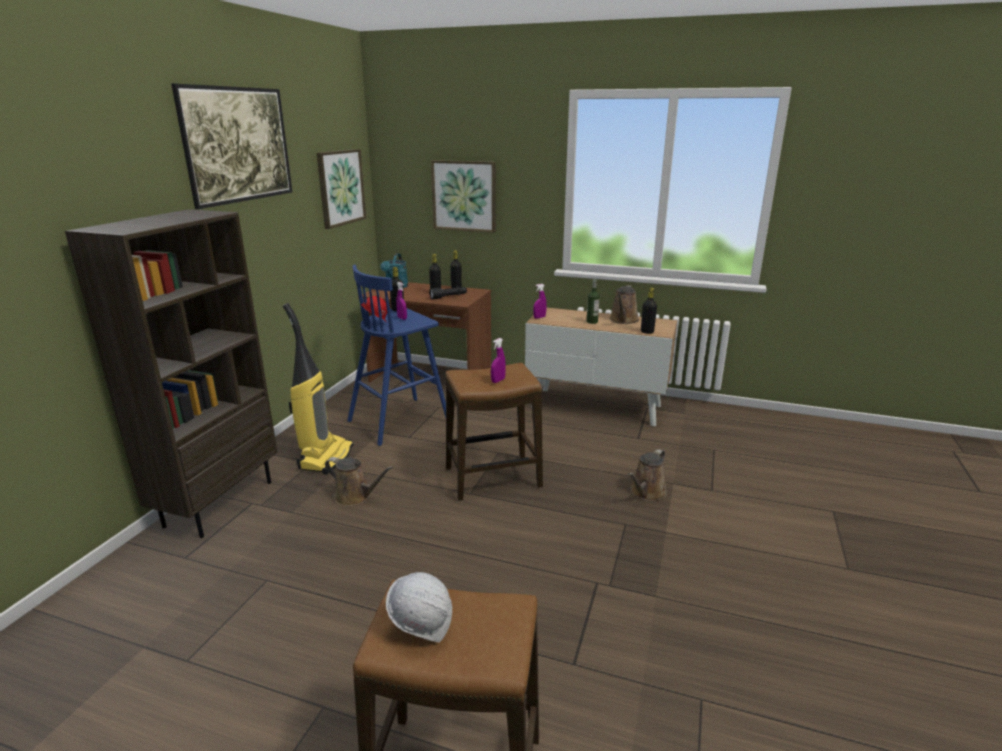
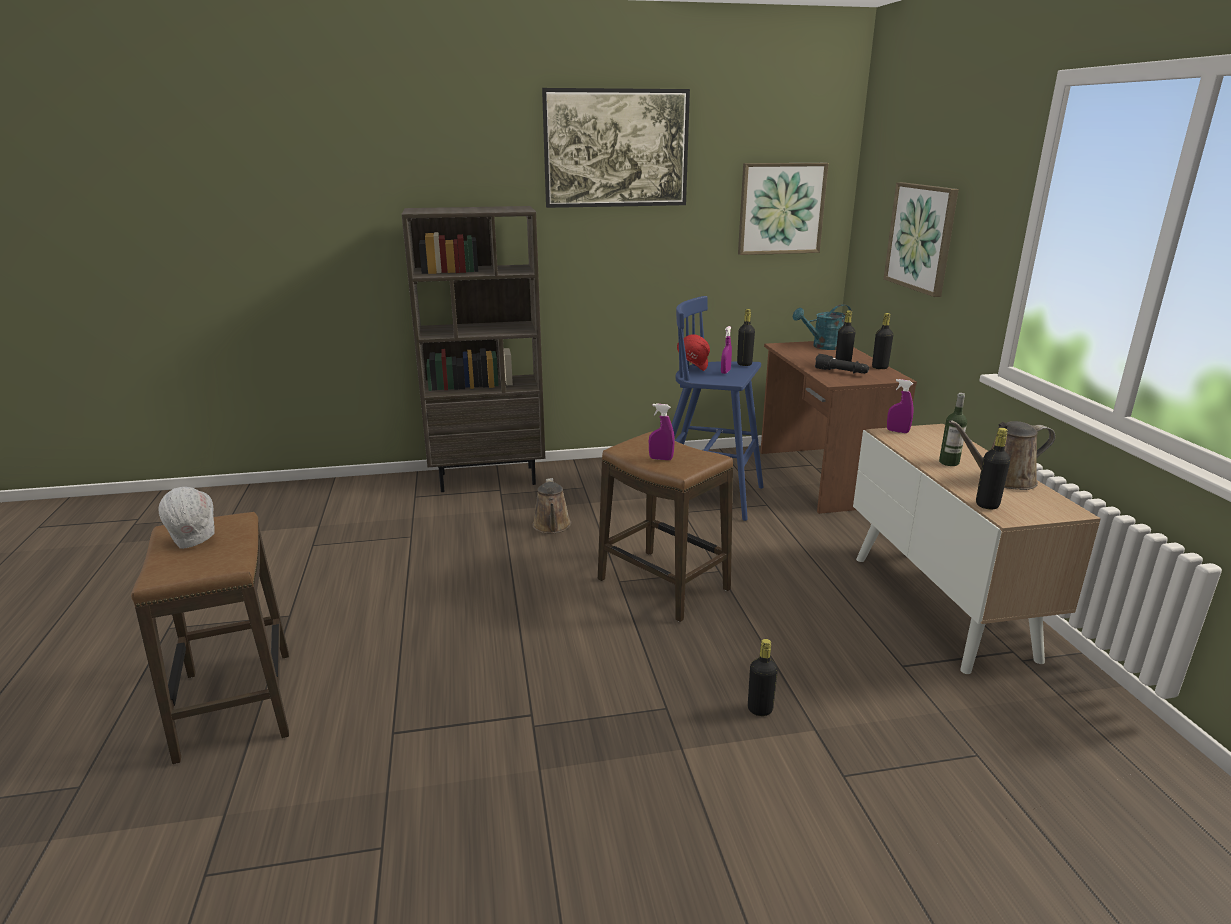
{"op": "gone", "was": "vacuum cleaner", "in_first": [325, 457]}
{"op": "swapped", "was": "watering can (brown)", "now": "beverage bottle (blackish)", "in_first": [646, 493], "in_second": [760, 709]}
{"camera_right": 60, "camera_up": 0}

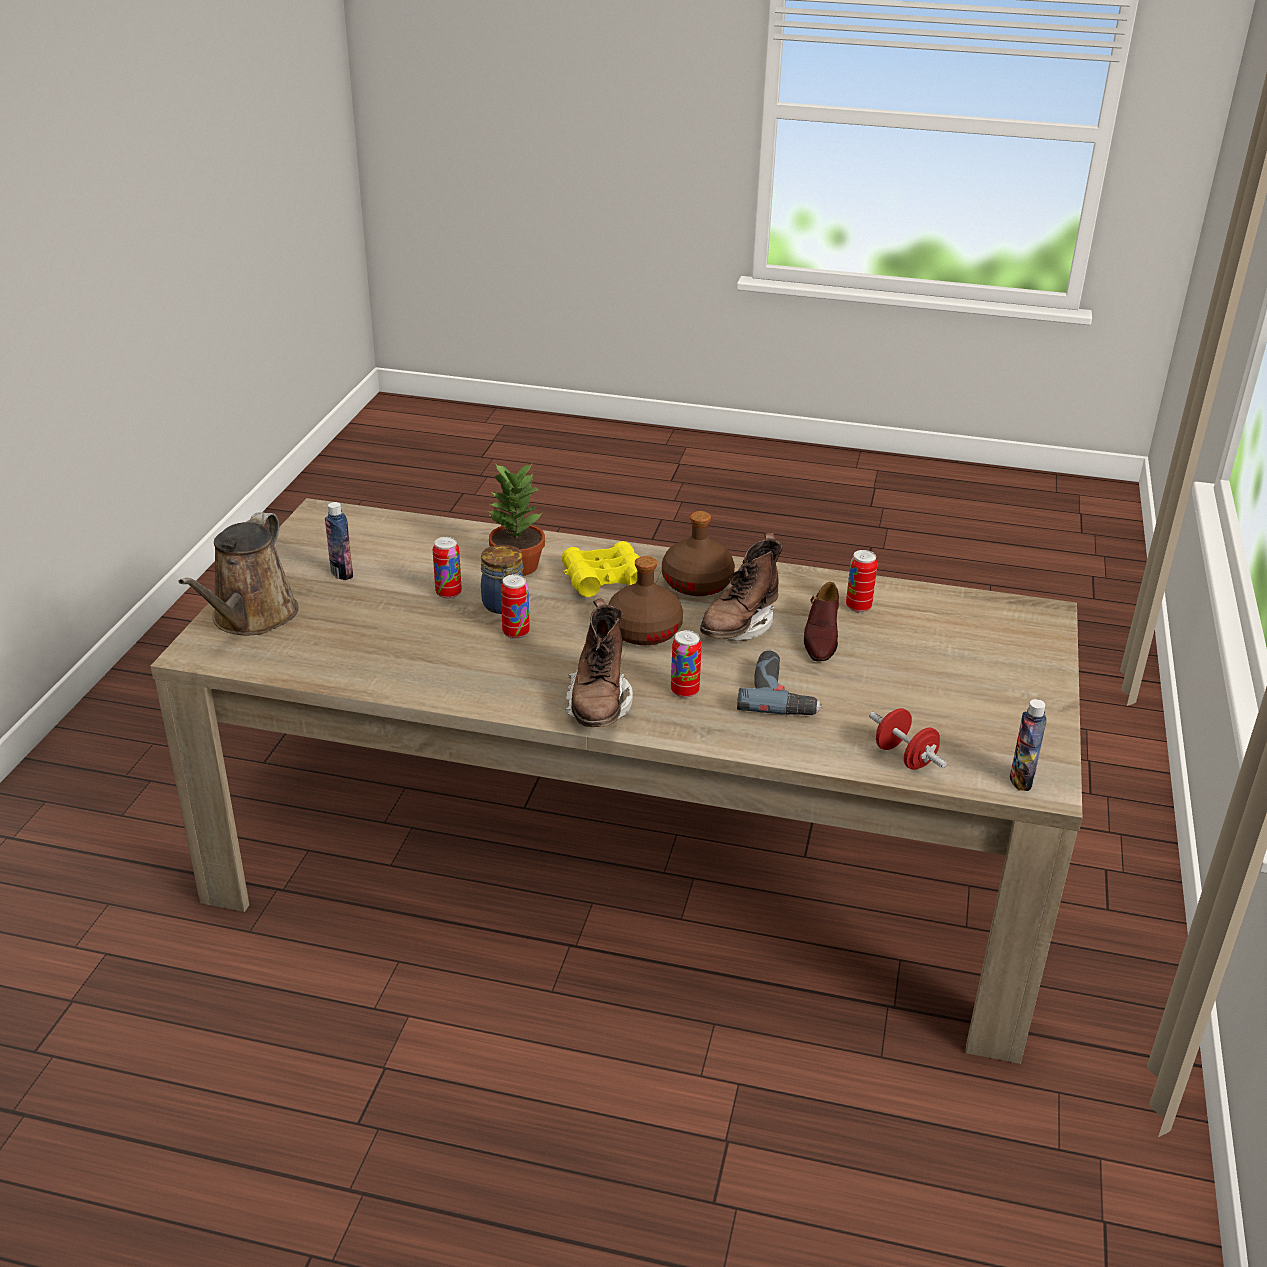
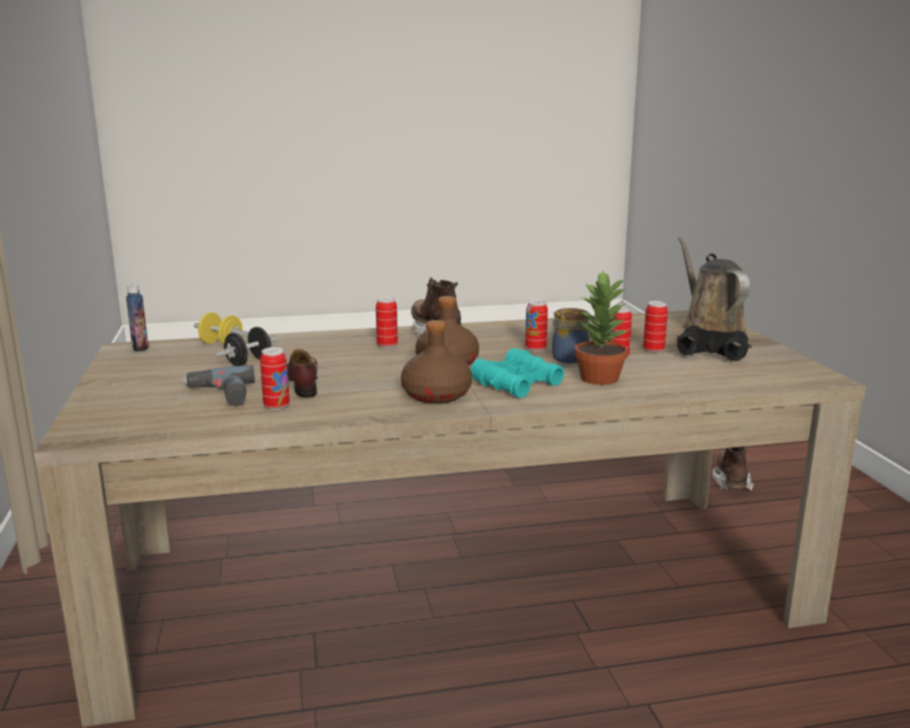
{"op": "swapped", "was": "beverage bottle", "now": "pair of binoculars (blackish)", "in_first": [341, 573], "in_second": [712, 353]}
{"op": "shifted", "was": "high-top boot (brown)", "in_first": [739, 626], "in_second": [731, 481]}
{"op": "repainted", "was": "pair of binoculars (yellowish)", "now": "pair of binoculars (turquoise)", "in_first": [605, 579], "in_second": [517, 384]}
{"op": "shifted", "was": "power drill", "in_first": [781, 694], "in_second": [220, 395]}
{"op": "repainted", "was": "dumbbell (red-coloured)", "now": "dumbbell (yellowish)", "in_first": [904, 757], "in_second": [221, 345]}
{"op": "new", "now": "can", "in_second": [653, 350]}
{"op": "new", "now": "dumbbell (blackish)", "in_second": [249, 362]}
{"camera_right": 155, "camera_up": -15}

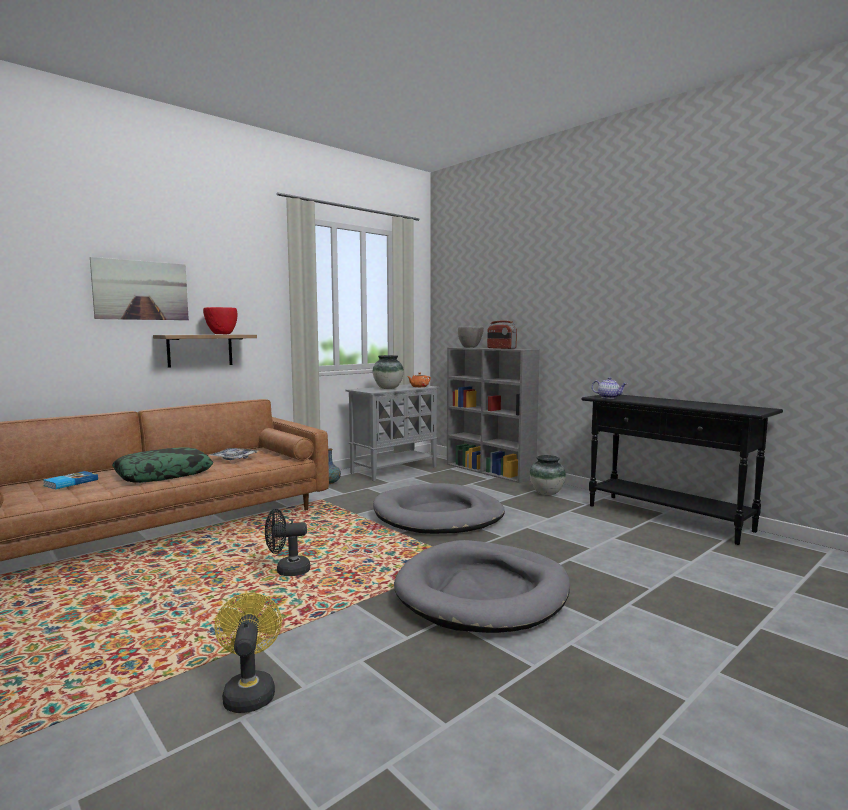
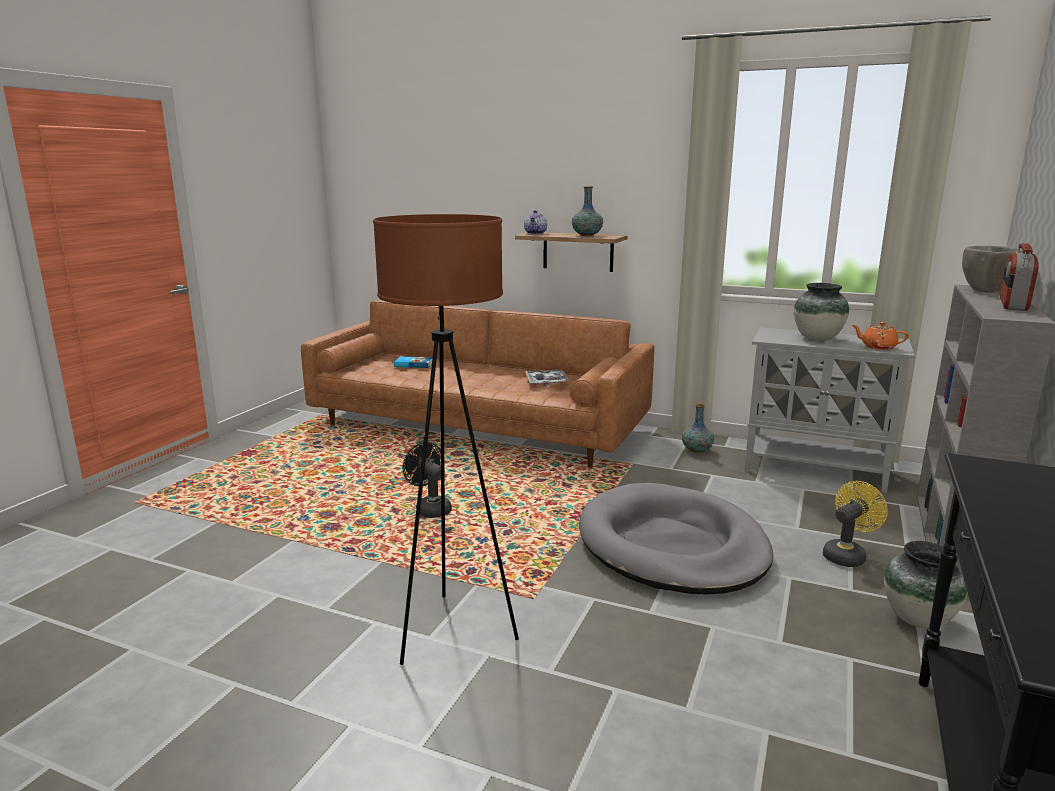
{"op": "gone", "was": "wall art", "in_first": [141, 290]}
{"op": "swapped", "was": "serving bowl (red-coloured)", "now": "vase", "in_first": [221, 334], "in_second": [586, 235]}
{"op": "shifted", "was": "teapot", "in_first": [608, 397], "in_second": [535, 233]}
{"op": "gone", "was": "cushion", "in_first": [164, 474]}
{"op": "swapped", "was": "pet bed (grey)", "now": "floor lamp (brown)", "in_first": [483, 592], "in_second": [453, 632]}
{"op": "shifted", "was": "electric fan (yellowish)", "in_first": [249, 691], "in_second": [847, 555]}
{"camera_right": 65, "camera_up": 10}

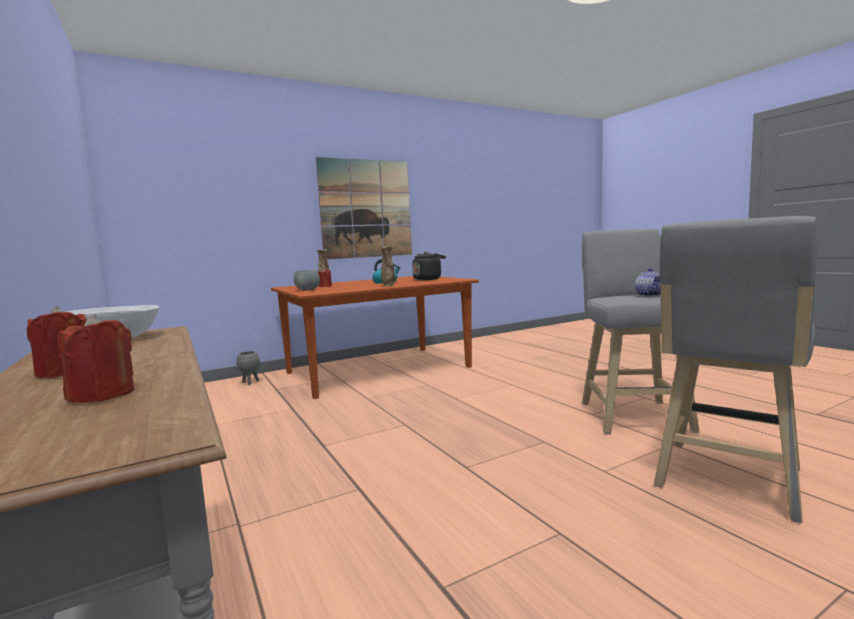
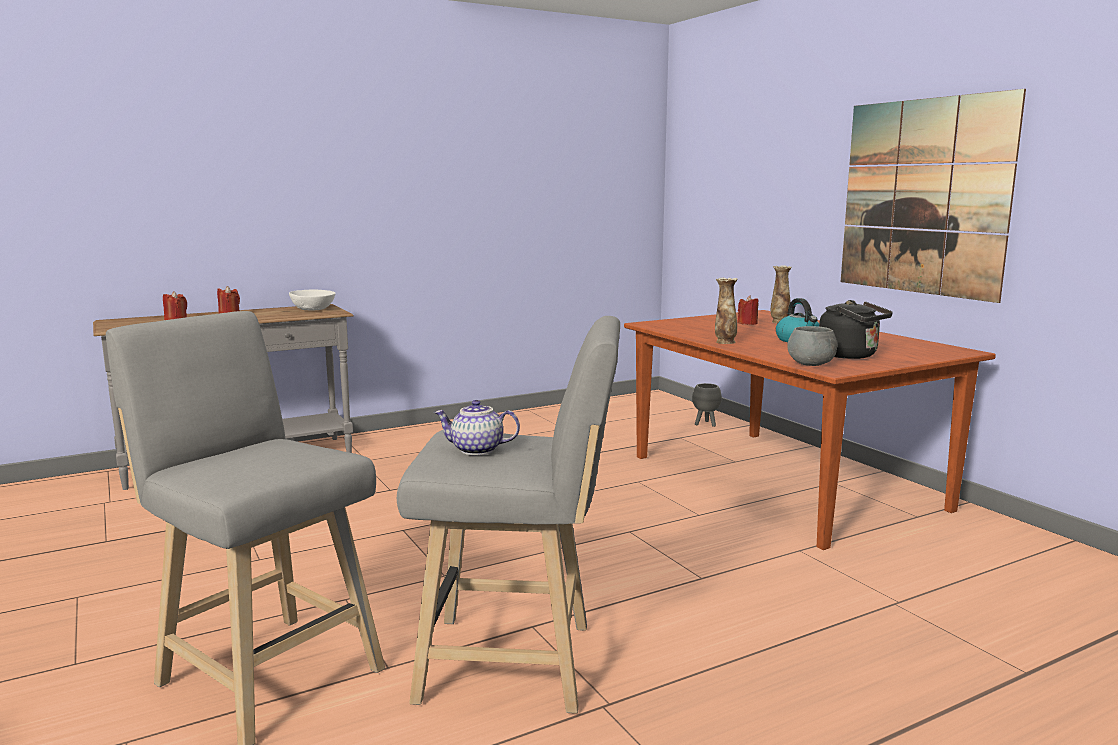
{"op": "shifted", "was": "serving bowl (grey)", "in_first": [308, 290], "in_second": [811, 364]}
{"camera_right": 90, "camera_up": 5}

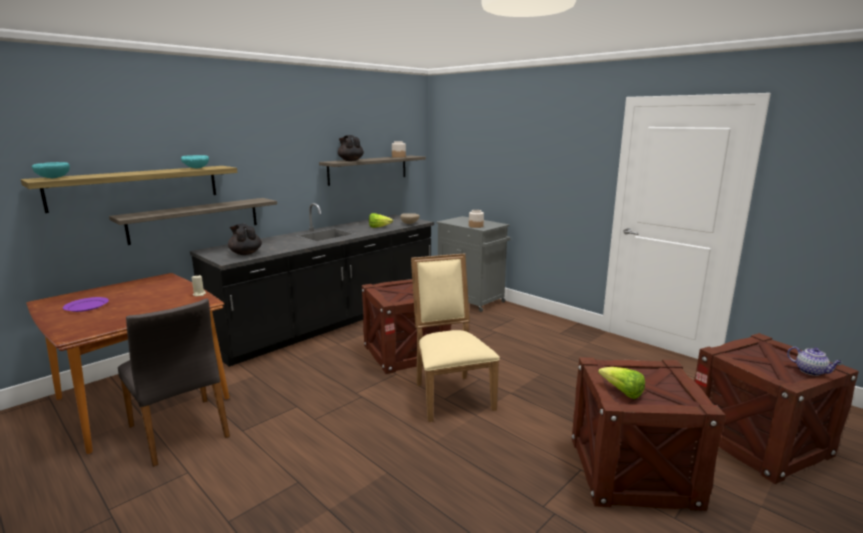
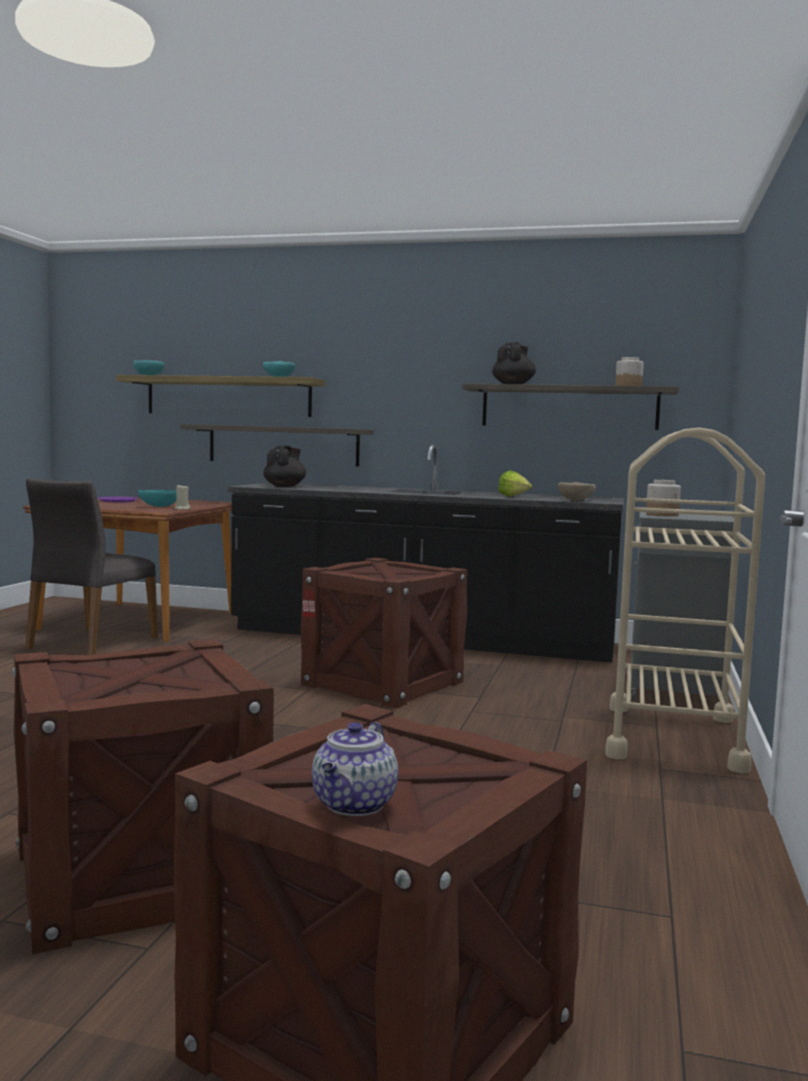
{"op": "gone", "was": "plain chair (beige-coloured)", "in_first": [450, 394]}
{"op": "gone", "was": "head of lettuce", "in_first": [622, 392]}
{"op": "new", "now": "cart (beige-coloured)", "in_second": [673, 737]}
{"op": "new", "now": "serving bowl (turquoise)", "in_second": [158, 507]}
{"camera_right": 60, "camera_up": -10}

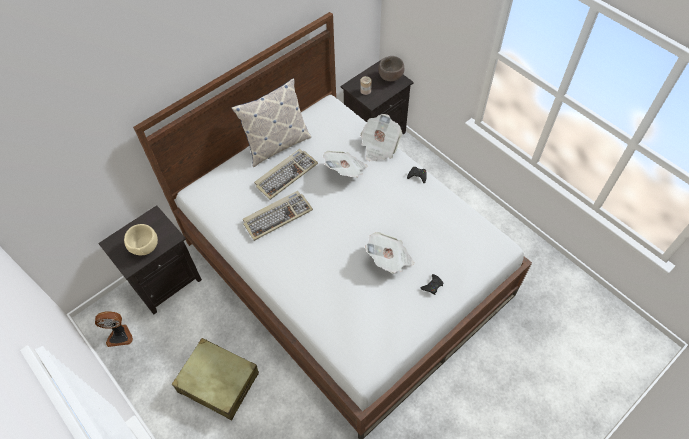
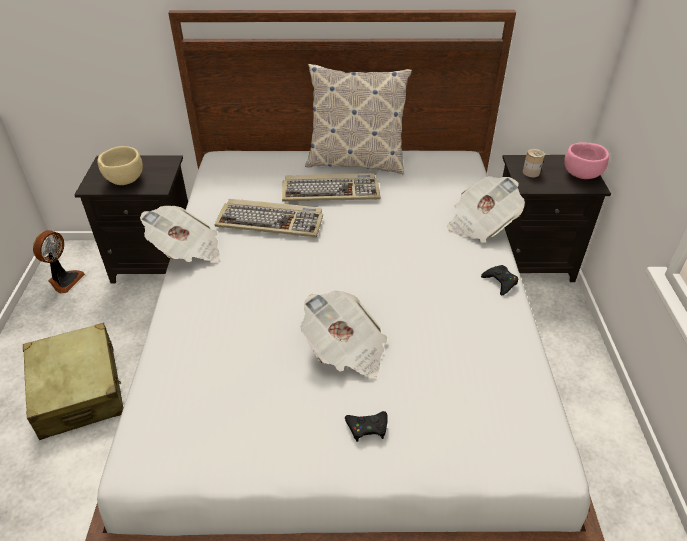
{"op": "repainted", "was": "serving bowl (brown)", "now": "serving bowl (pink)", "in_first": [390, 77], "in_second": [582, 175]}
{"op": "shifted", "was": "newspaper", "in_first": [346, 170], "in_second": [187, 250]}
{"op": "rotated", "was": "electric fan", "in_first": [120, 335], "in_second": [64, 280], "clockwise": -105}
{"camera_right": 40, "camera_up": -15}

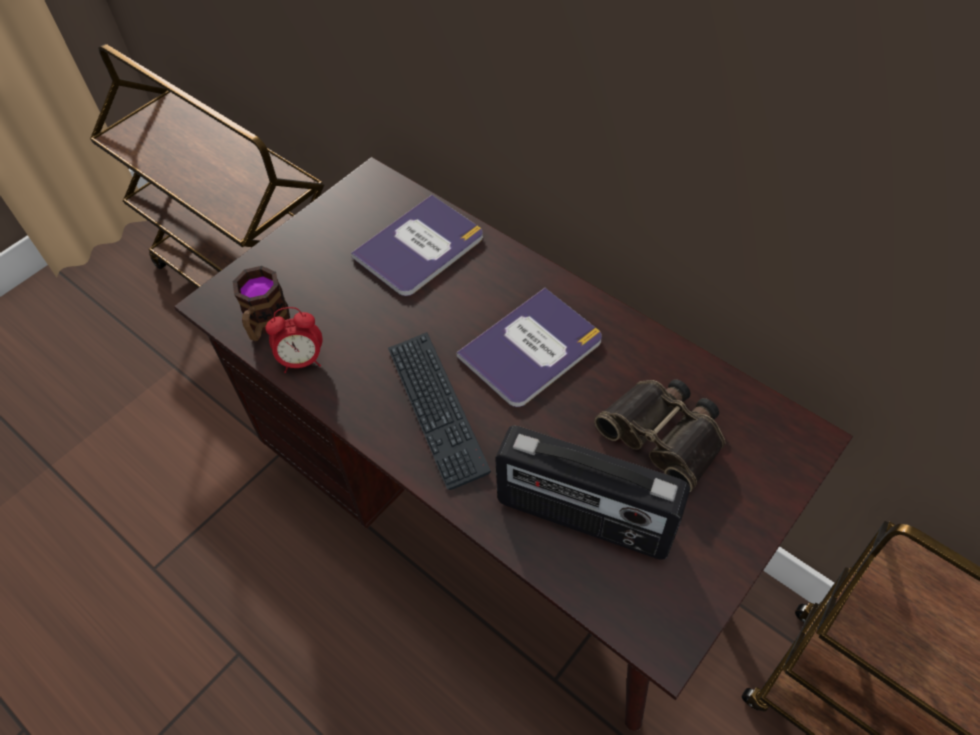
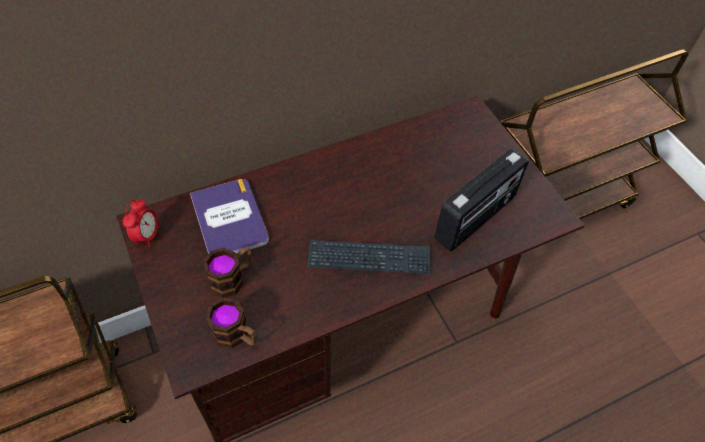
{"op": "gone", "was": "volume", "in_first": [531, 348]}
{"op": "shifted", "was": "table clock", "in_first": [302, 360], "in_second": [147, 236]}
{"op": "gone", "was": "pair of binoculars", "in_first": [665, 434]}
{"op": "new", "now": "coffee mug", "in_second": [232, 278]}
{"camera_right": -70, "camera_up": 0}

